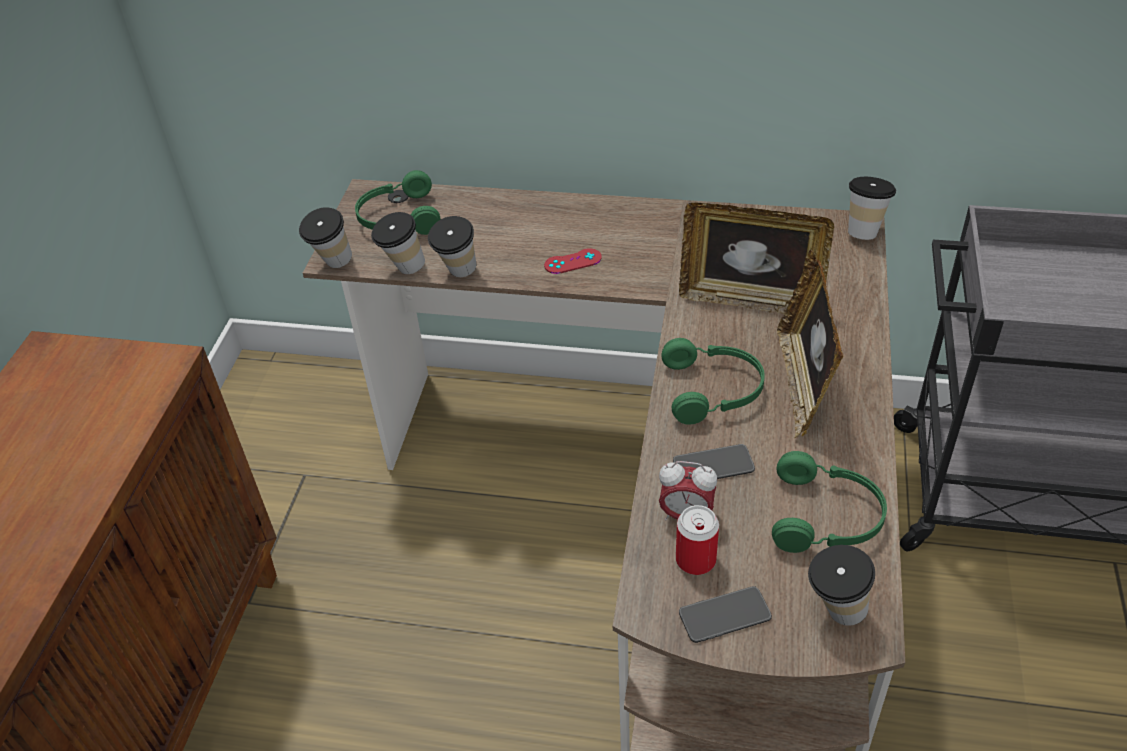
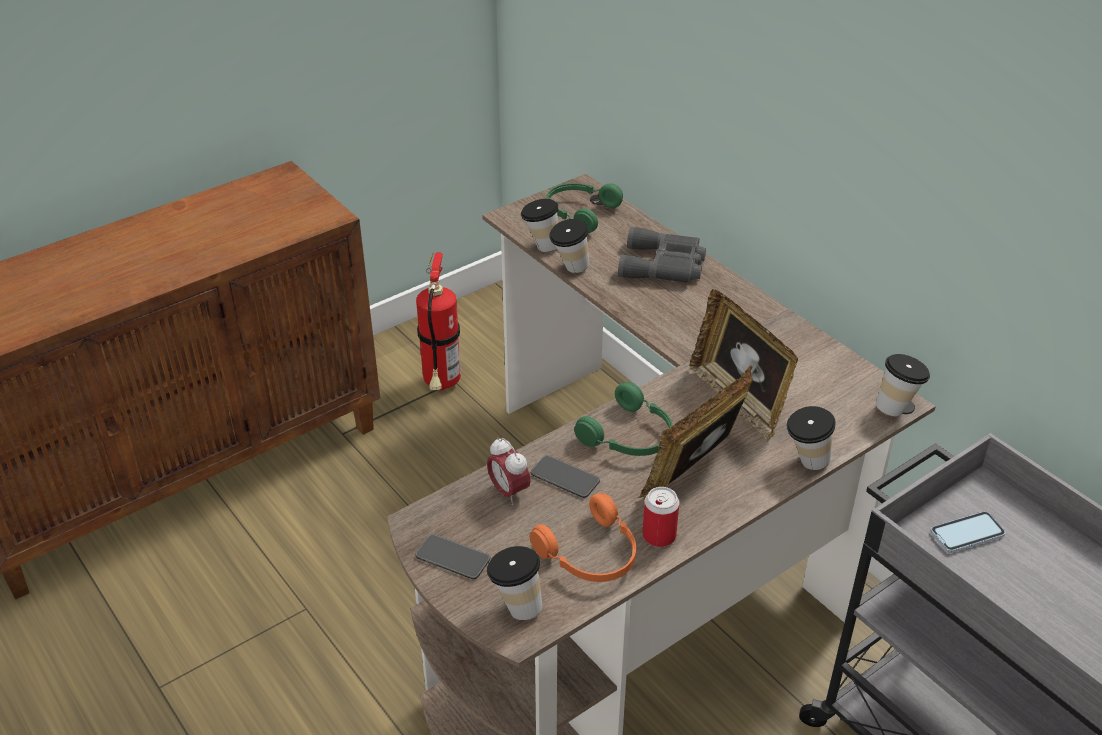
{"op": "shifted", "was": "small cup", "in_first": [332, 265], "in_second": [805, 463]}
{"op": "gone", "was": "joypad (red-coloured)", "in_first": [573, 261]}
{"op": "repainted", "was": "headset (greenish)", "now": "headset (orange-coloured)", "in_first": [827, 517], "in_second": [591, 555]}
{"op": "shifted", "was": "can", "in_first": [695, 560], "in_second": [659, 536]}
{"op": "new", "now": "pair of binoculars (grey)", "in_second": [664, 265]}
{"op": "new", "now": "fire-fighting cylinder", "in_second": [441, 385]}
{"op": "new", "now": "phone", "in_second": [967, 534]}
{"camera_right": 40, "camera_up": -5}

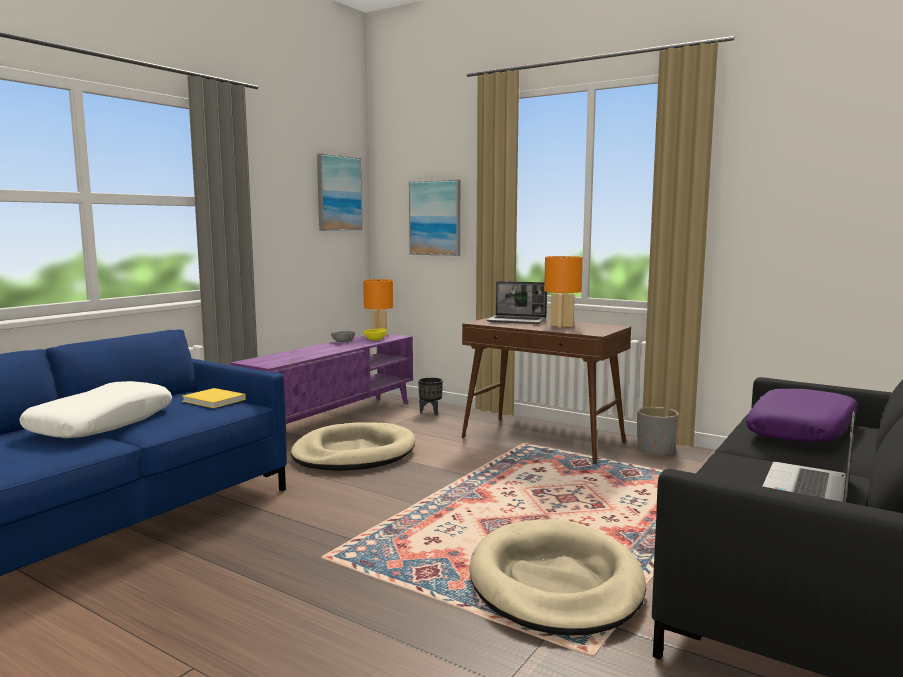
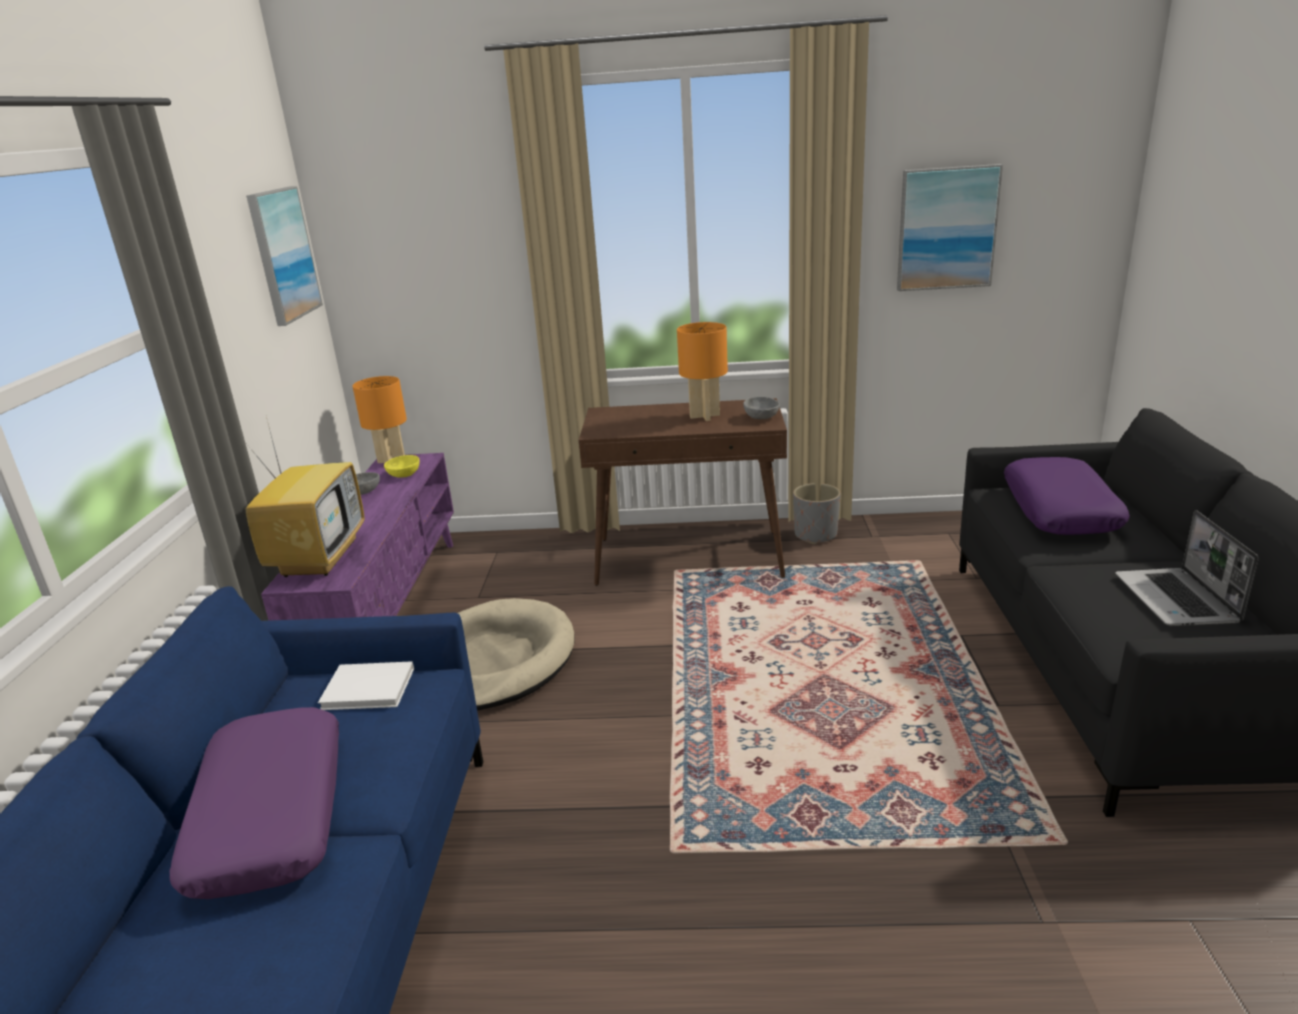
{"op": "shifted", "was": "wall art", "in_first": [435, 218], "in_second": [946, 228]}
{"op": "gone", "was": "portable computer", "in_first": [517, 321]}
{"op": "gone", "was": "planter (blackish)", "in_first": [430, 412]}
{"op": "repainted", "was": "cushion (white)", "now": "cushion (purple-coloured)", "in_first": [102, 423], "in_second": [269, 815]}
{"op": "repainted", "was": "volume (yellowish)", "now": "volume (white)", "in_first": [215, 400], "in_second": [371, 688]}
{"op": "gone", "was": "pet bed (beige-coloured)", "in_first": [555, 583]}
{"op": "new", "now": "serving bowl (grey)", "in_second": [762, 417]}
{"op": "new", "now": "television", "in_second": [318, 557]}
{"camera_right": -30, "camera_up": 15}

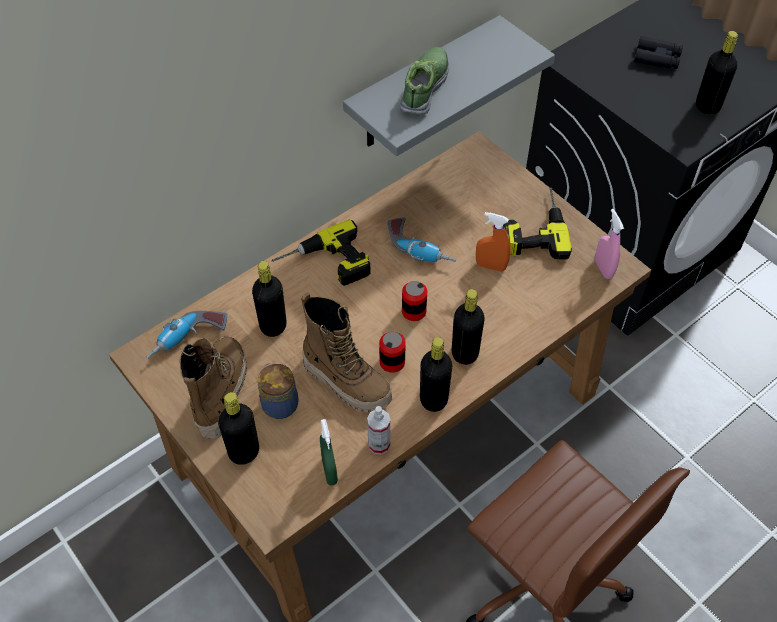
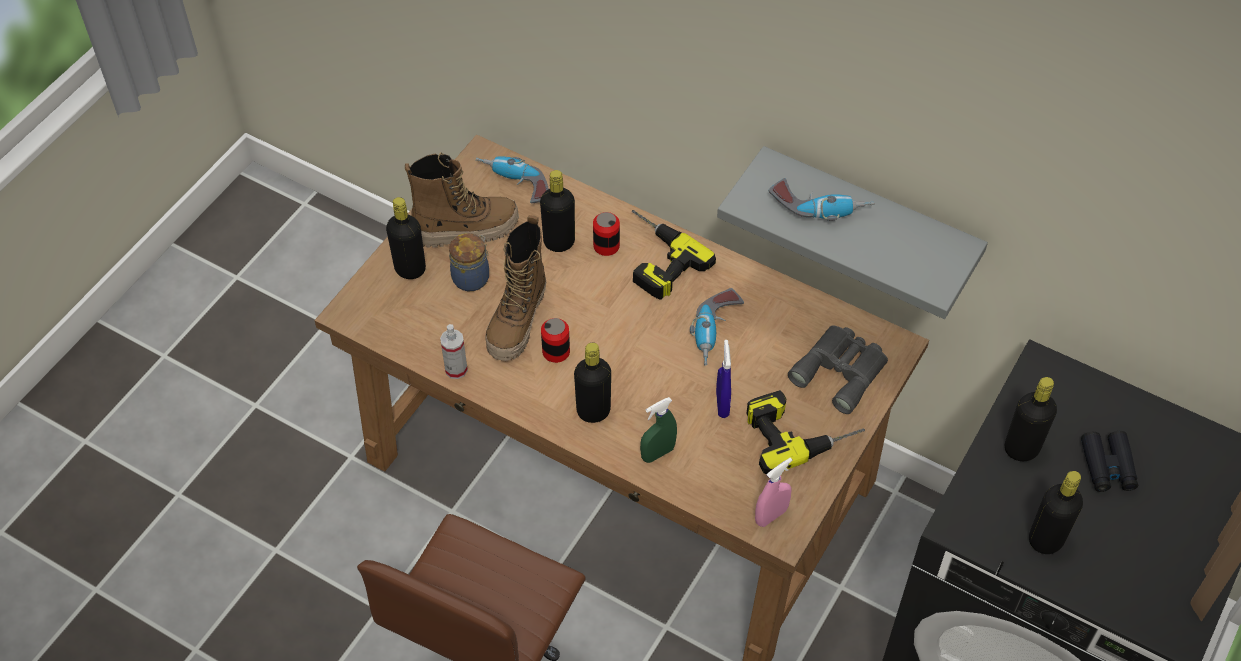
{"op": "swapped", "was": "shoe", "now": "power drill", "in_first": [424, 88], "in_second": [820, 206]}
{"op": "repainted", "was": "sprayer (orange-coloured)", "now": "sprayer (bluish)", "in_first": [490, 266], "in_second": [722, 404]}
{"op": "shifted", "was": "can", "in_first": [414, 311], "in_second": [606, 246]}
{"op": "shifted", "was": "beverage bottle (blackish)", "in_first": [433, 399], "in_second": [1021, 449]}
{"op": "shifted", "was": "sprayer (greenish)", "in_first": [329, 471], "in_second": [658, 453]}
{"op": "new", "now": "pair of binoculars (grey)", "in_second": [841, 370]}
{"camera_right": 70, "camera_up": 0}

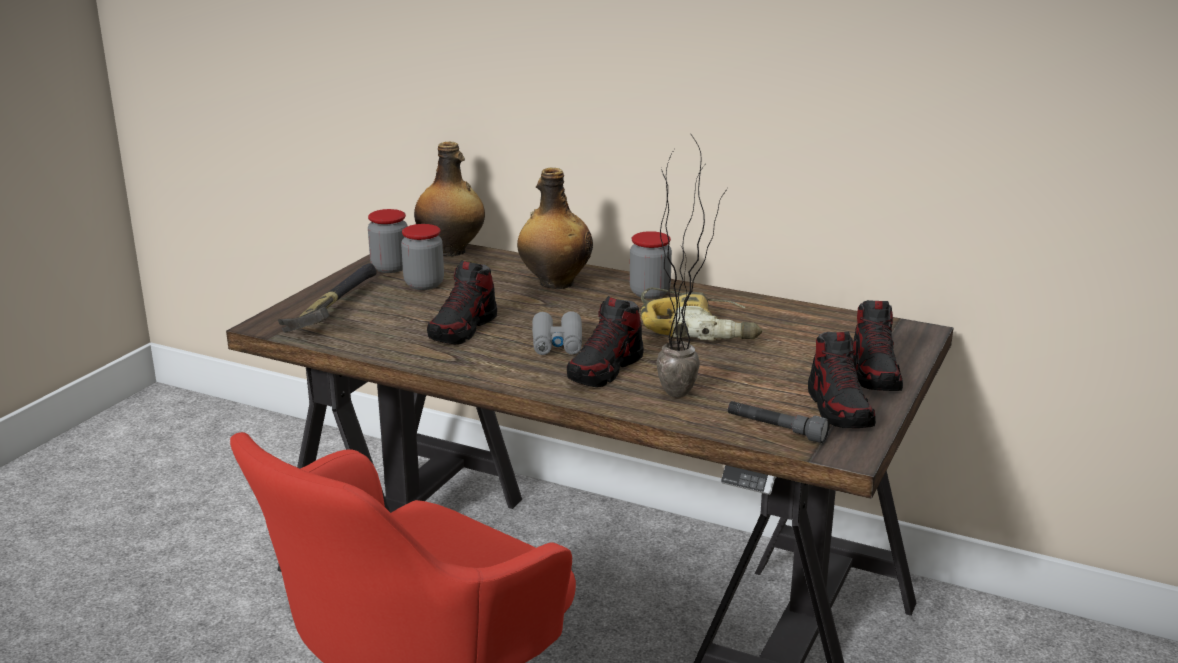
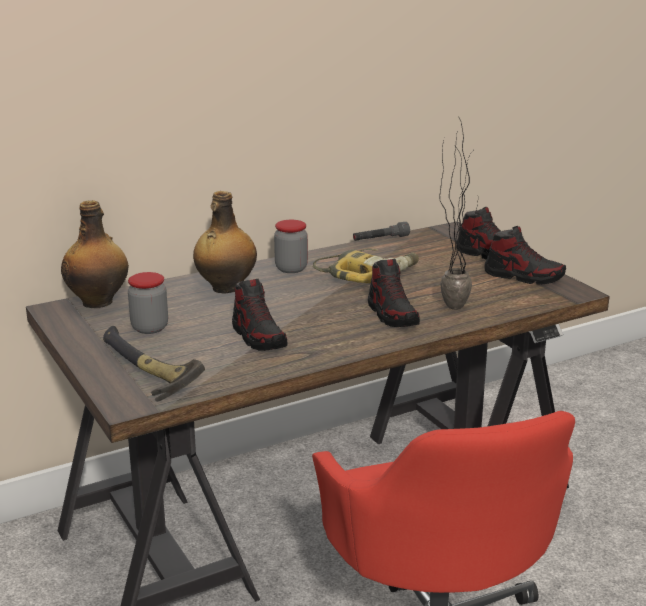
{"op": "gone", "was": "jar", "in_first": [390, 267]}
{"op": "gone", "was": "pair of binoculars (grey)", "in_first": [557, 343]}
{"op": "shifted", "was": "flashlight (grey)", "in_first": [775, 430], "in_second": [380, 239]}
{"camera_right": -55, "camera_up": 0}

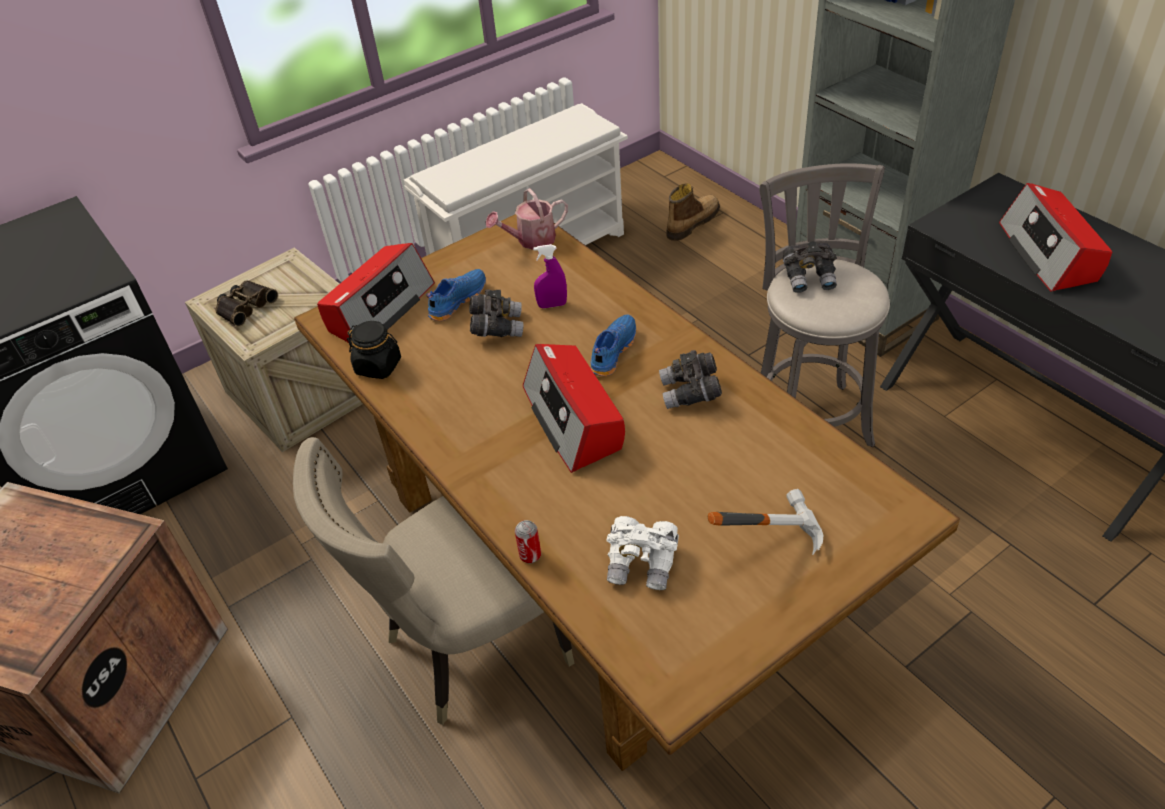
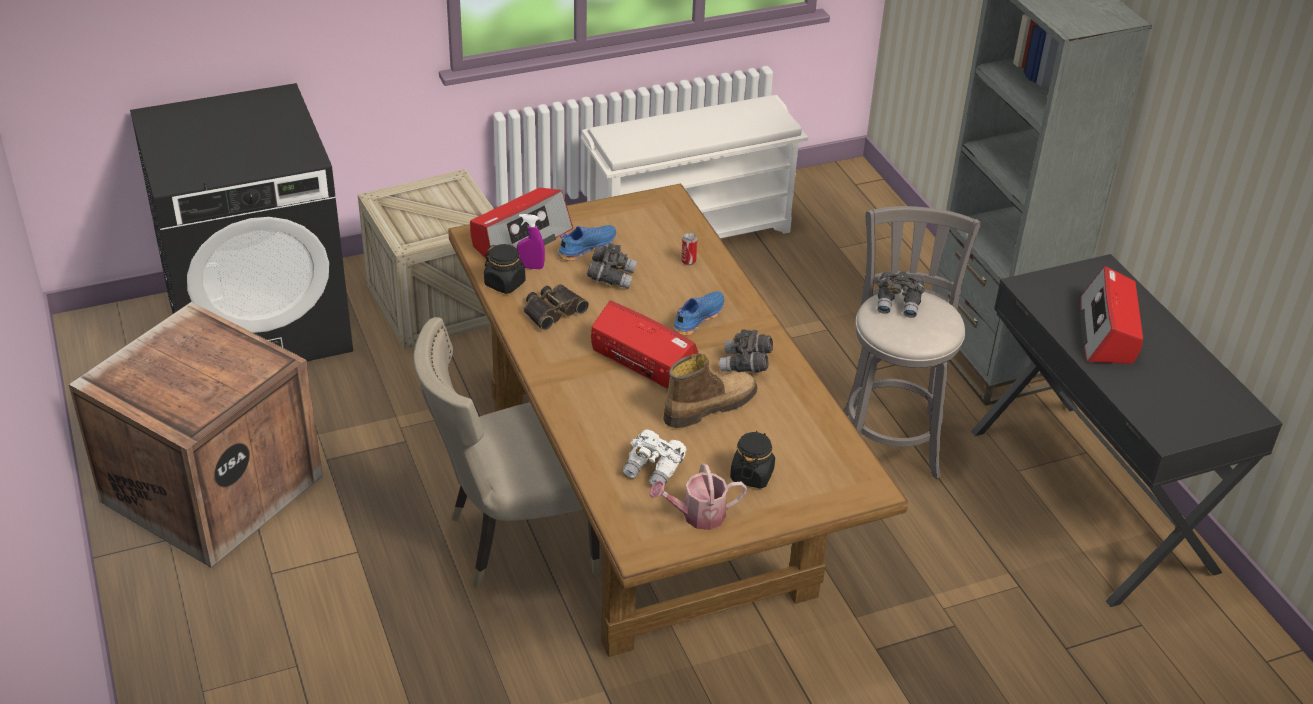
{"op": "shifted", "was": "high-top boot", "in_first": [692, 223], "in_second": [709, 406]}
{"op": "shifted", "was": "watering can", "in_first": [531, 240], "in_second": [697, 515]}
{"op": "shifted", "was": "sprayer (purple-coloured)", "in_first": [552, 305], "in_second": [531, 267]}
{"op": "shifted", "was": "pair of binoculars", "in_first": [245, 306], "in_second": [552, 310]}
{"op": "rotated", "was": "radio", "in_first": [573, 419], "in_second": [644, 360], "clockwise": 135}
{"op": "swapped", "was": "hand hammer", "now": "jar (blackish)", "in_first": [763, 536], "in_second": [751, 475]}
{"op": "shifted", "was": "can", "in_first": [530, 555], "in_second": [688, 261]}
{"camera_right": 10, "camera_up": -5}

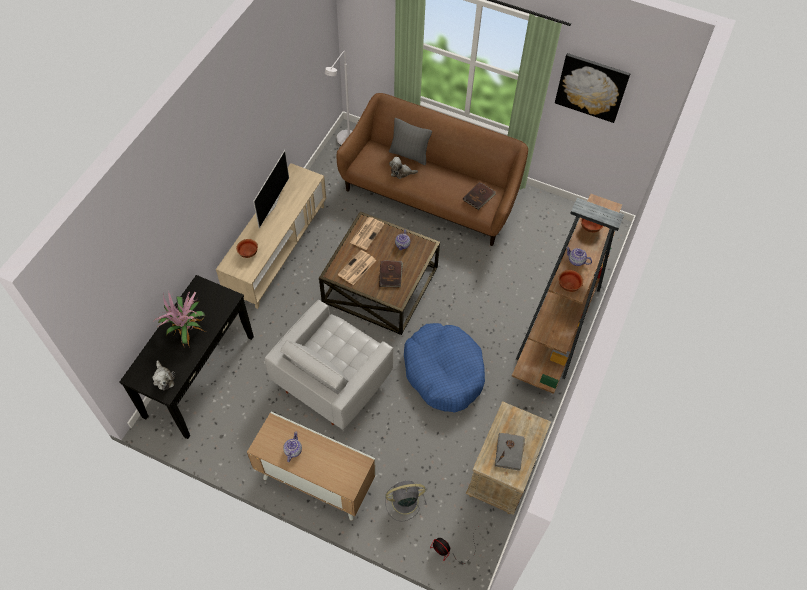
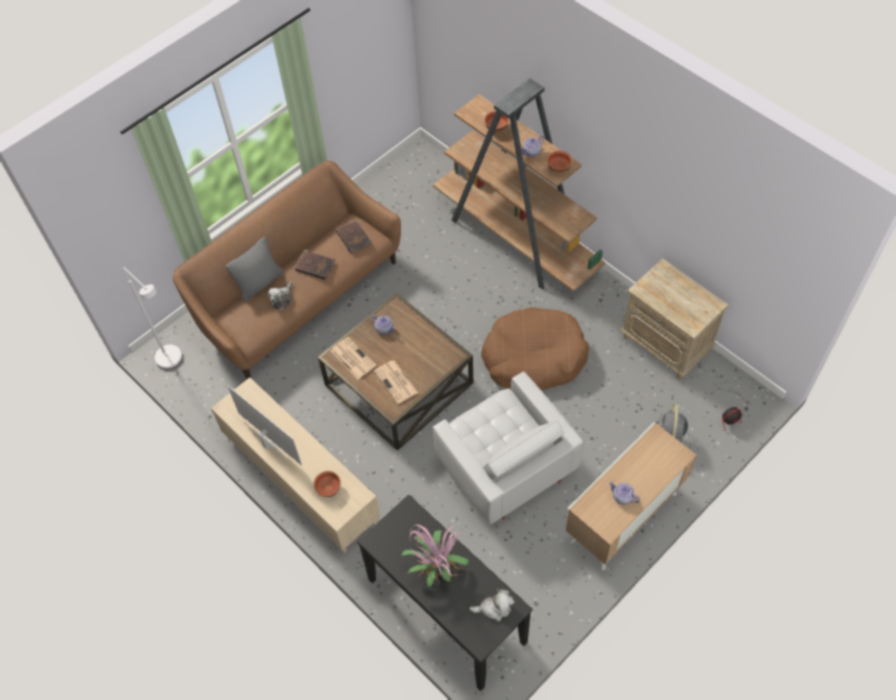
{"op": "gone", "was": "wall art", "in_first": [591, 87]}
{"op": "shifted", "was": "volume (brown)", "in_first": [391, 274], "in_second": [315, 265]}
{"op": "repainted", "was": "pet bed (bluish)", "now": "pet bed (brown)", "in_first": [443, 372], "in_second": [533, 357]}
{"op": "gone", "was": "volume (grey)", "in_first": [509, 452]}
{"camera_right": -65, "camera_up": 0}

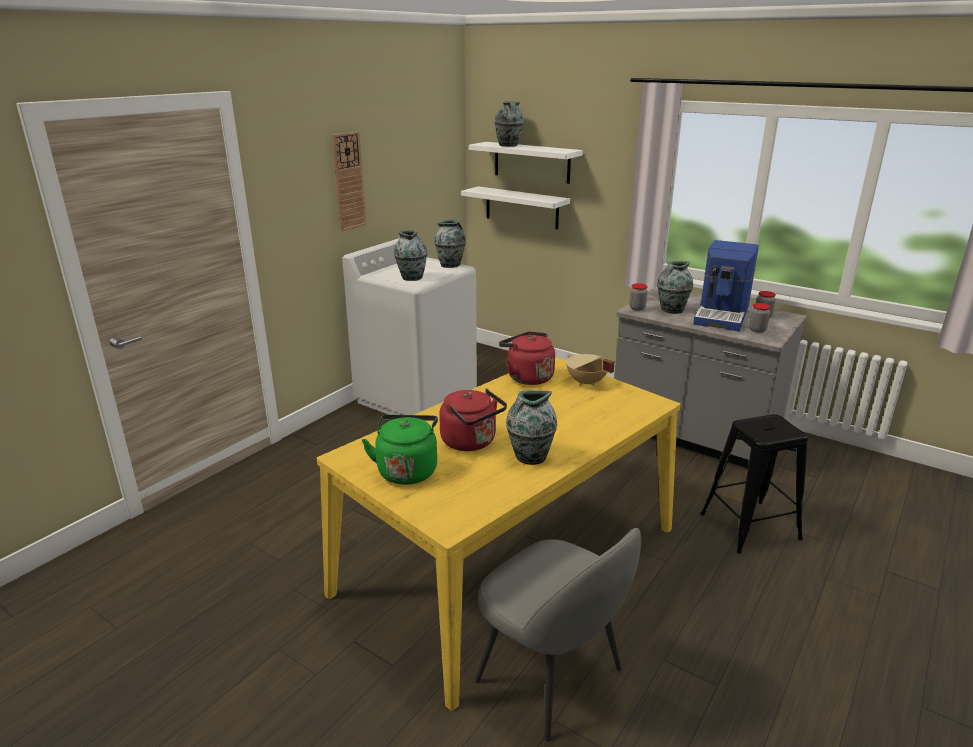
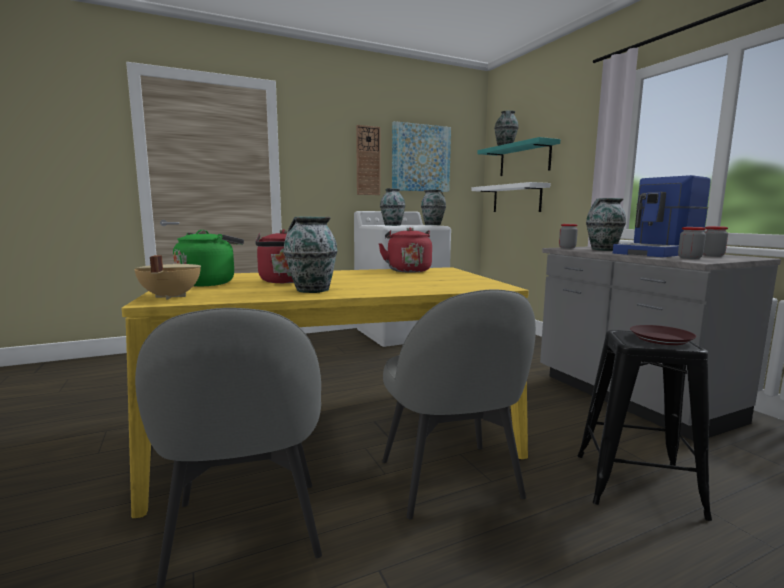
{"op": "repainted", "was": "shelf (white)", "now": "shelf (turquoise)", "in_first": [531, 162], "in_second": [524, 159]}
{"op": "shifted", "was": "saucepot (beige-coloured)", "in_first": [586, 382], "in_second": [169, 297]}
{"op": "new", "now": "wall art", "in_second": [420, 158]}
{"op": "new", "now": "plain chair (grey)", "in_second": [451, 481]}
{"op": "new", "now": "dinner plate (brown)", "in_second": [661, 339]}
{"camera_right": 30, "camera_up": -15}

